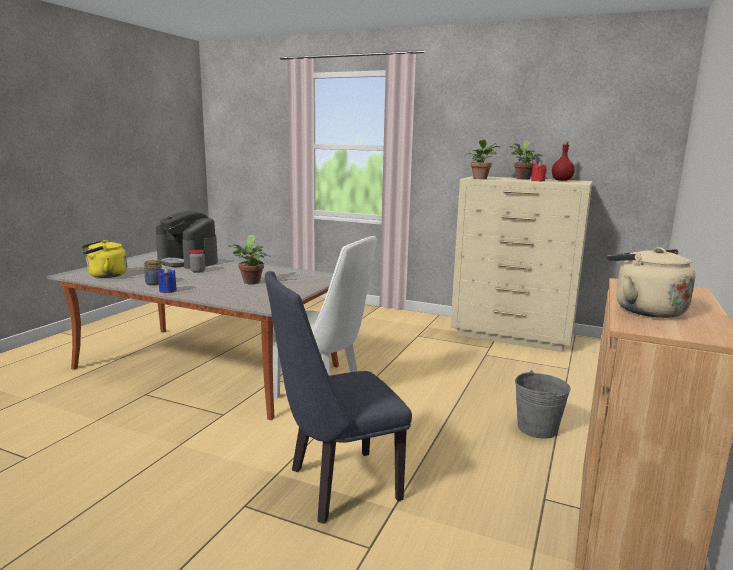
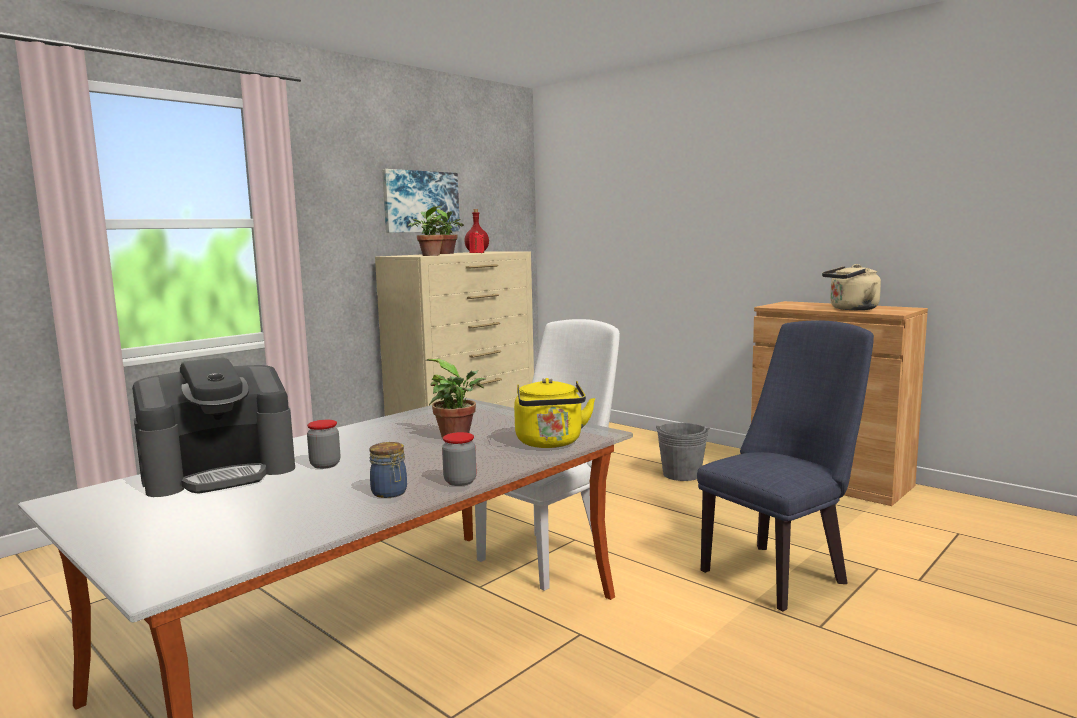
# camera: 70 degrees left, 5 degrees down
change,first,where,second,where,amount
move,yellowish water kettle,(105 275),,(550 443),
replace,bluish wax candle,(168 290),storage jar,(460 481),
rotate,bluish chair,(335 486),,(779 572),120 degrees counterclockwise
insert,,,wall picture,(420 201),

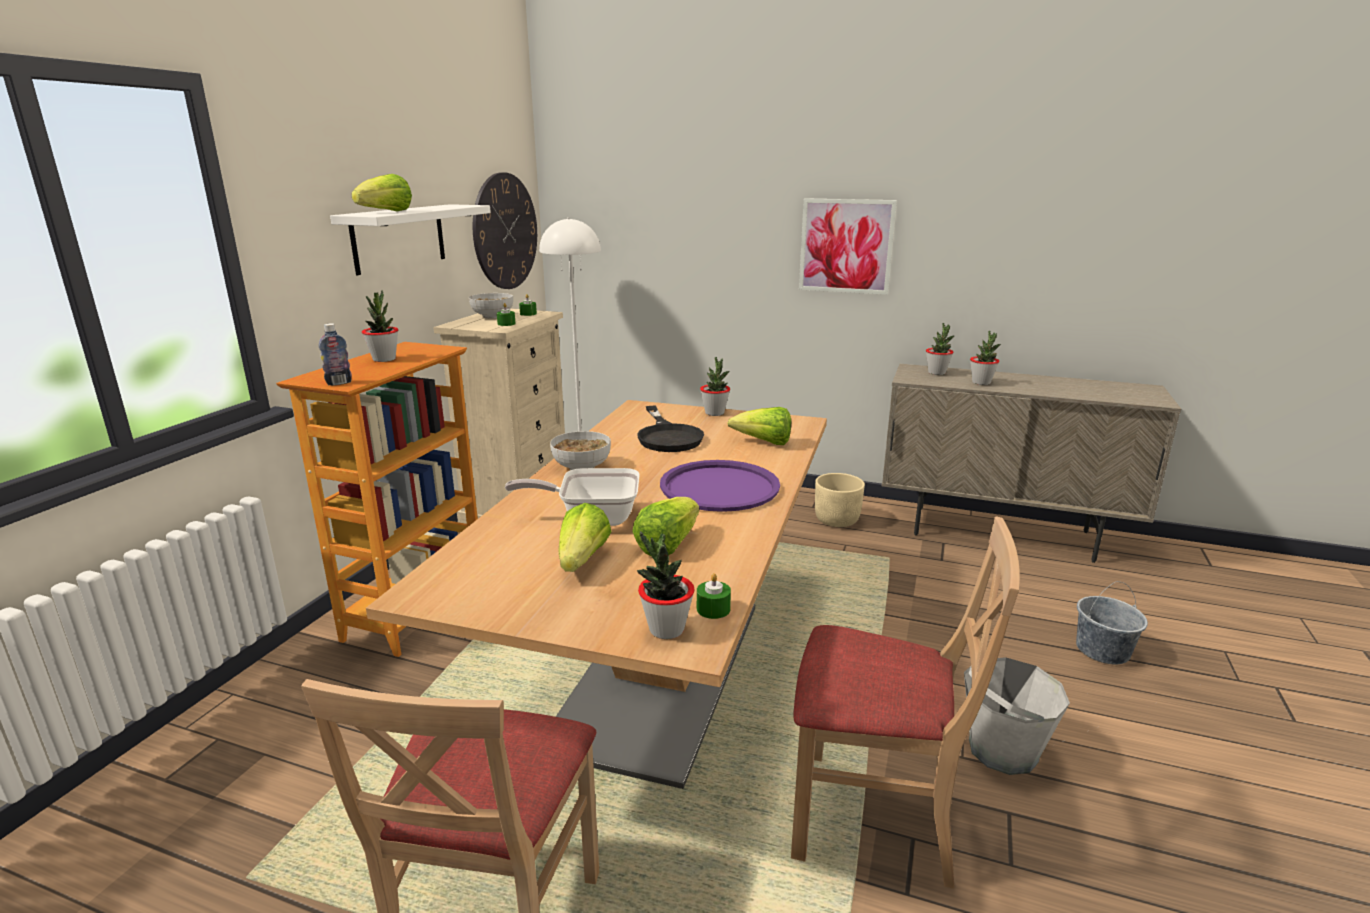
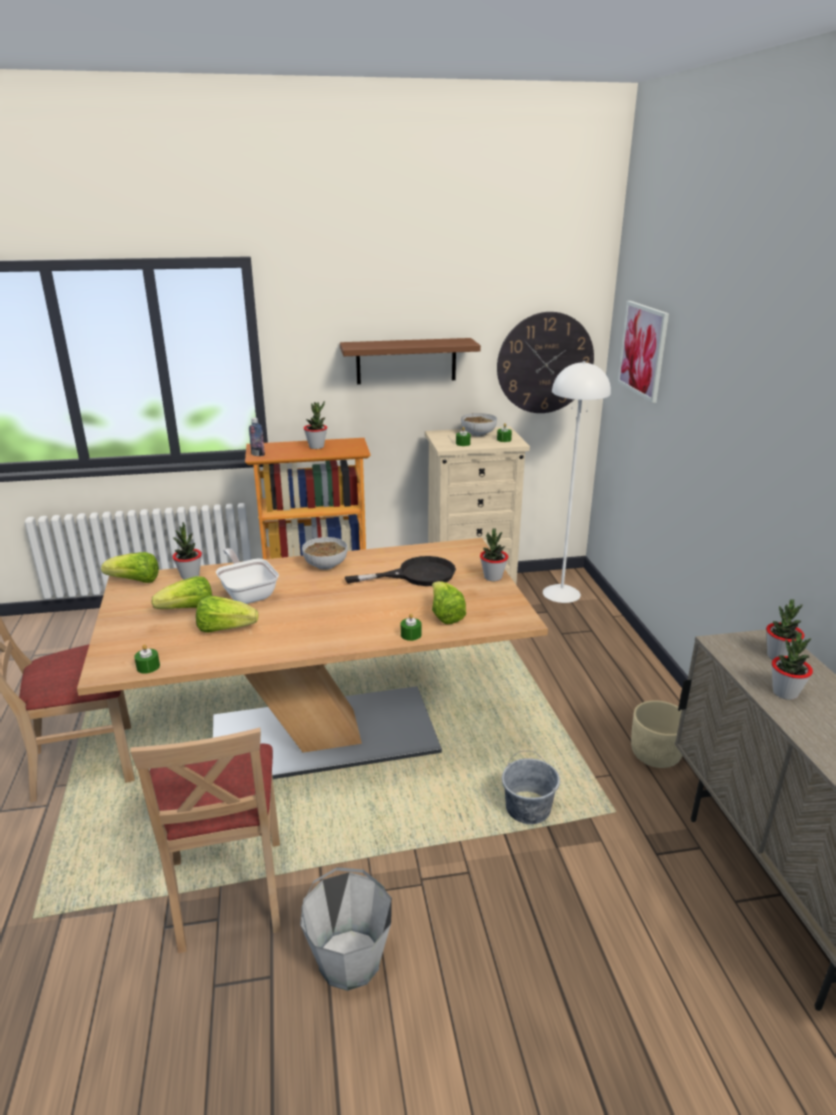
# camera: 60 degrees right, 5 degrees up
change,first,where,second,where,amount
move,lettuce head,(386 212),,(135 581),
move,wall picture,(846 246),,(643 350),
recolor,white wall shelf,(399 238),brown wall shelf,(406 361),
rotate,blackish skillet,(668 436),,(416 575),150 degrees counterclockwise
delete,purplish serving tray,(719 487),,,
move,plant in a pot,(666 629),,(190 576),
move,gray bucket,(1102 650),,(527 808),
insert,,,green-coloured wax candle,(411 635),

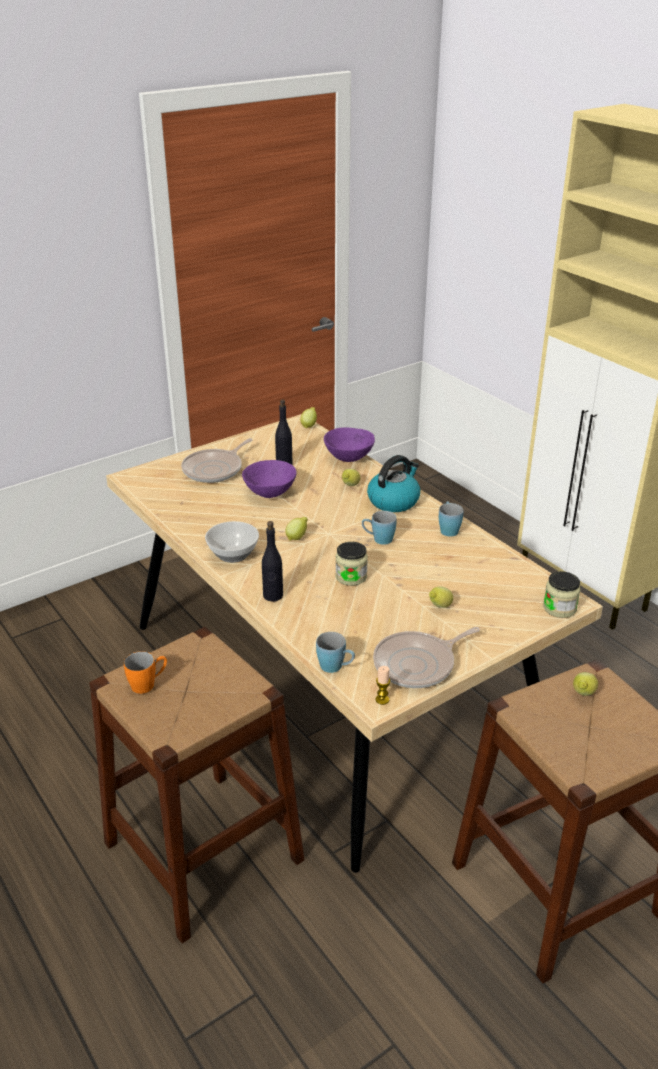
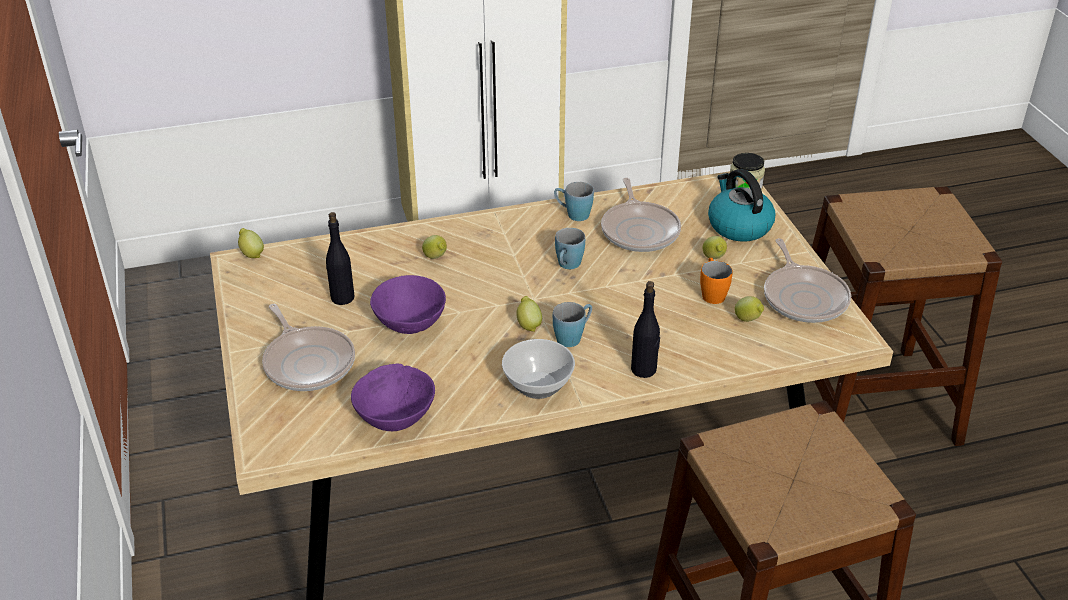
# camera: 70 degrees left, 5 degrees up
change,first,where,second,where,amount
move,purplish bowl,(348 459),,(396 420),
move,water kettle,(393 501),,(738 226),
delete,storage jar,(351 577),,,
move,bluish tea mug,(336 667),,(573 336),
move,orange-coloured tea mug,(148 684),,(712 293),
delete,wax candle,(382 699),,,
move,citrus fruit,(583 694),,(748 320),
insert,,,skillet,(639 230),

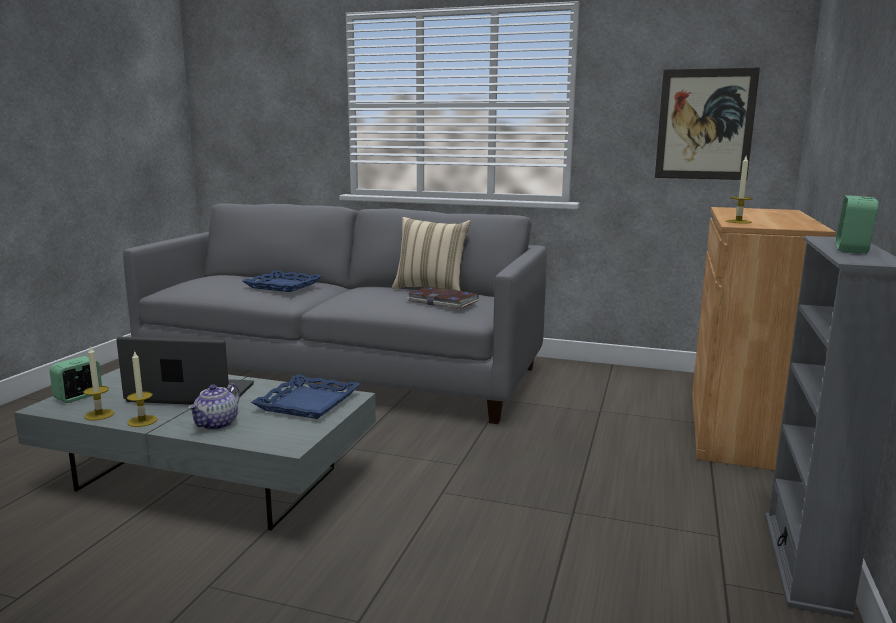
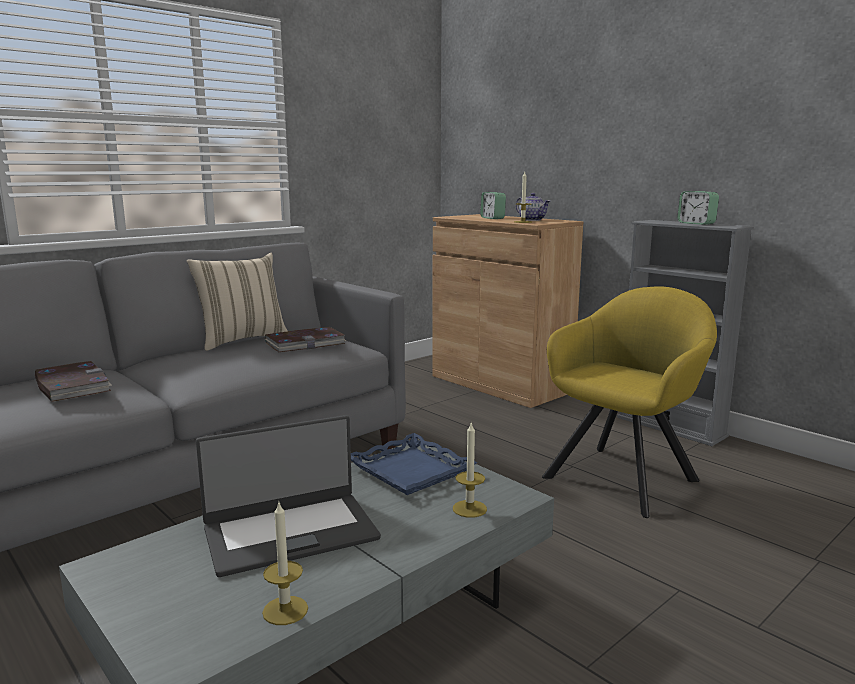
# camera: 60 degrees left, 0 degrees up
change,first,where,second,where,amount
delete,wall picture,(705 124),,,
replace,bluish serving tray,(282 286),book,(72 385),
rotate,notebook computer,(190 394),,(290 532),150 degrees counterclockwise
move,wax candle,(142 421),,(469 509),
move,bedside clock,(78 397),,(492 218),
move,tea pot,(217 424),,(532 220),
insert,,,yellowish lounge chair,(625 476),

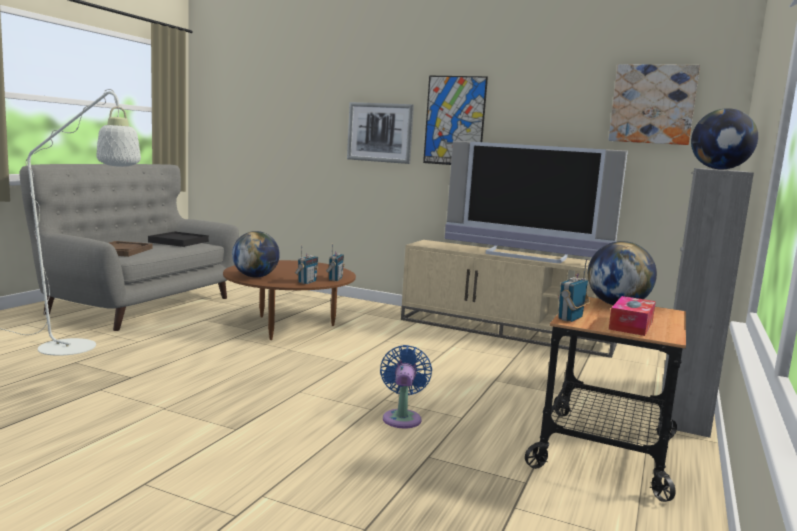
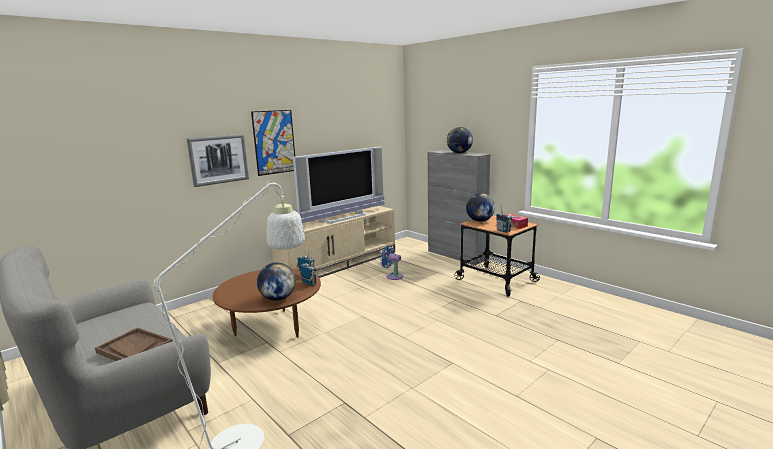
# camera: 65 degrees left, 5 degrees up
change,first,where,second,where,amount
delete,wall picture,(652 104),,,
delete,blackish serving tray,(178 242),,,
move,bluish electric fan,(402 417),,(392 276),

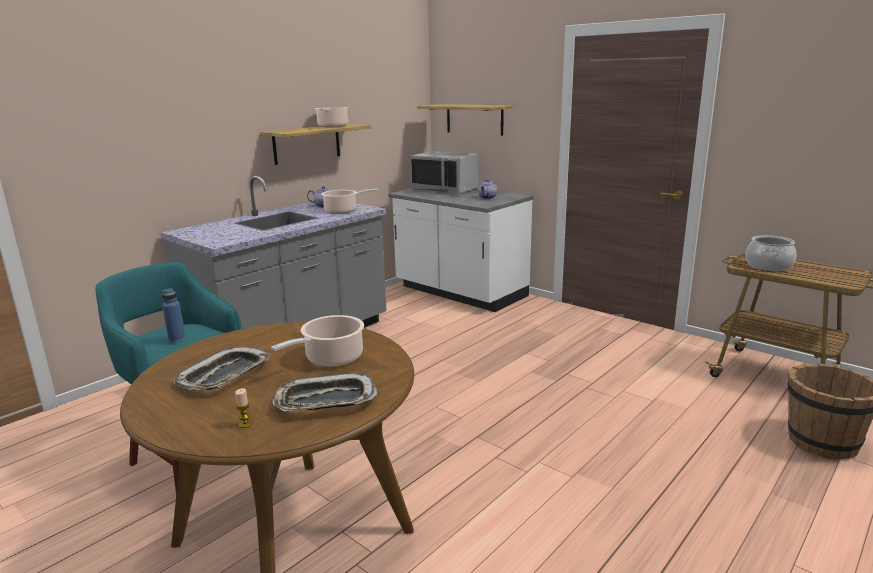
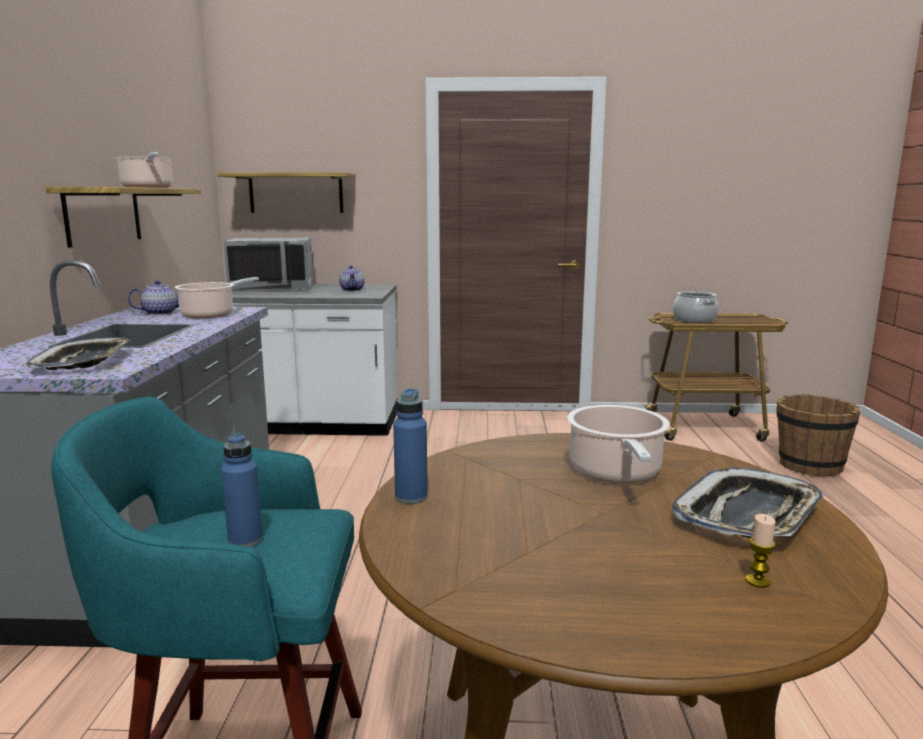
# camera: 40 degrees left, 5 degrees down
change,first,where,second,where,amount
move,serving tray,(225 375),,(84 361),
insert,,,bluish drink bottle,(411 497),

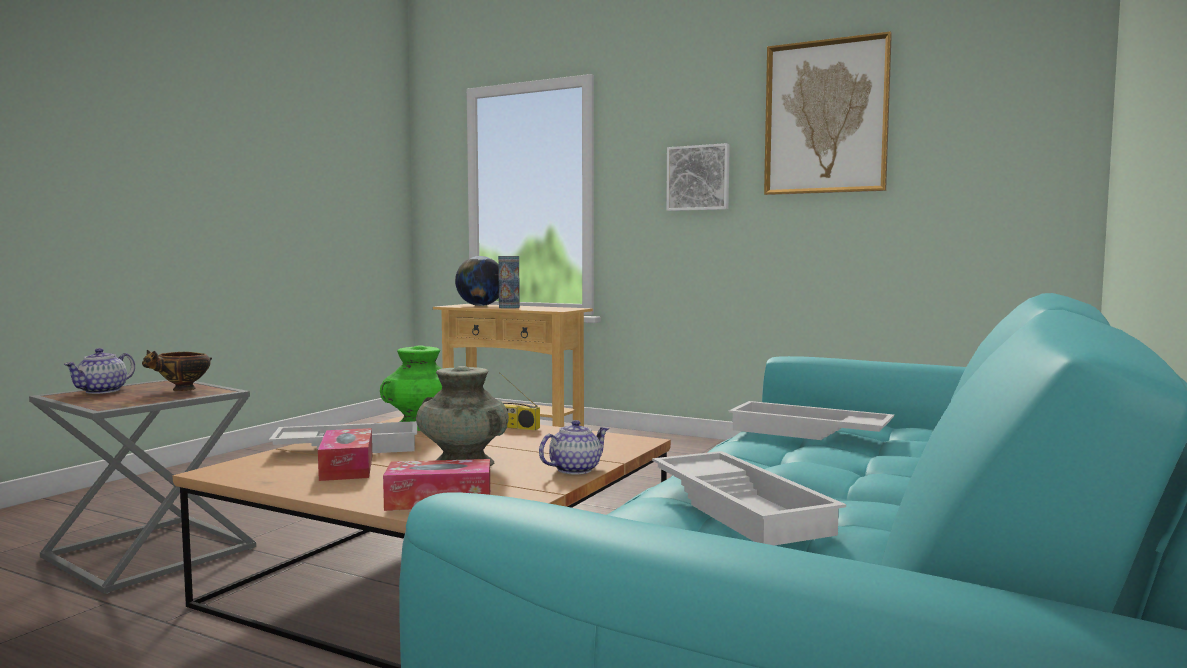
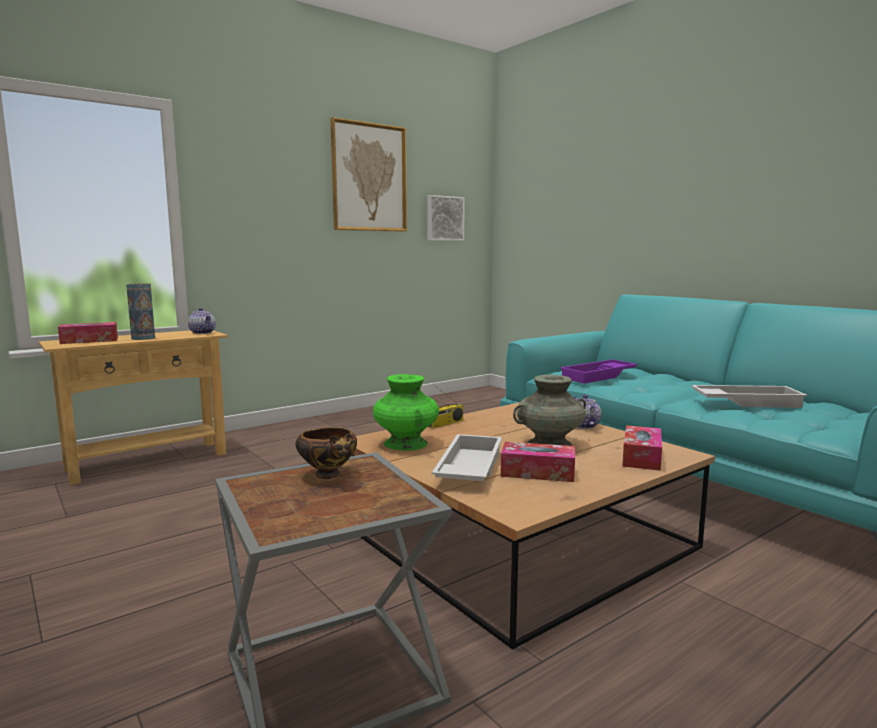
# camera: 65 degrees left, 5 degrees up
change,first,where,second,where,amount
move,wall picture,(698 178),,(444 218),
replace,globe,(480 305),tissue box,(89 340),
move,tea pot,(102 391),,(203 332),
recolor,white serving tray,(807 433),purplish serving tray,(599 376),

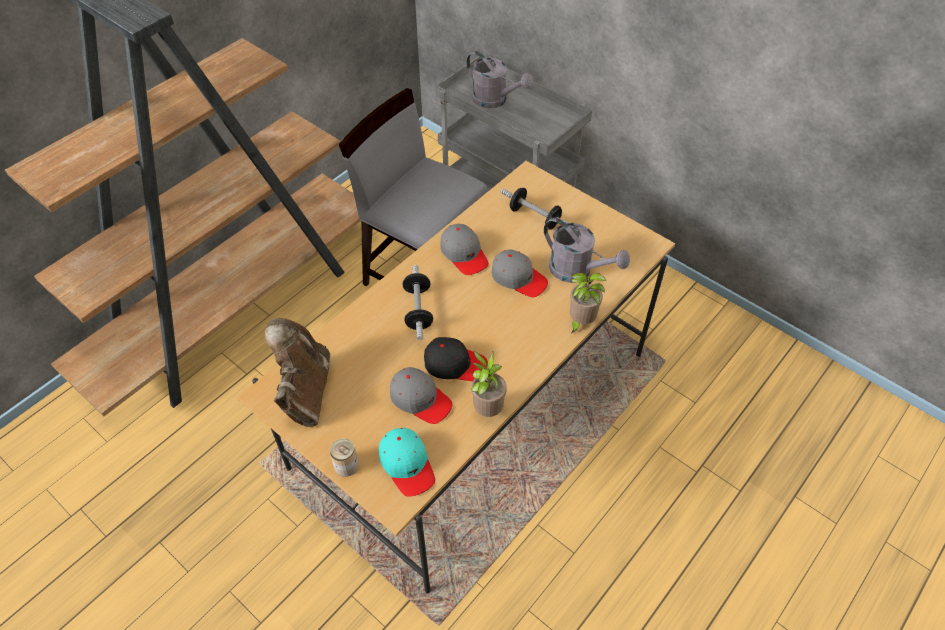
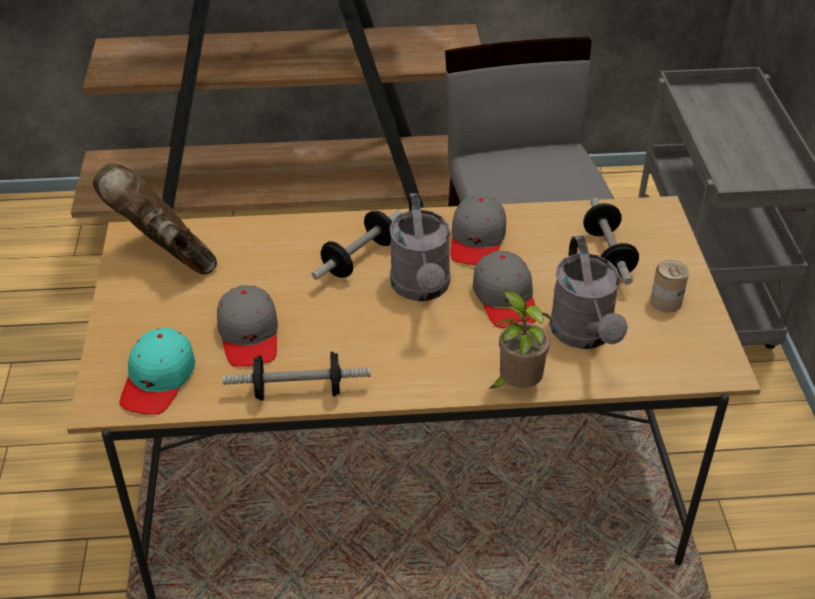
# camera: 45 degrees right, 10 degrees down
change,first,where,second,where,amount
move,gray watering pot,(495 100),,(422 289),
rotate,brown tall boot,(305 390),,(165 255),90 degrees counterclockwise
delete,blackish baseball cap,(455 364),,,
replace,plant in a pot,(487 409),dumbbell,(298 391),
move,can,(346 465),,(666 301),

